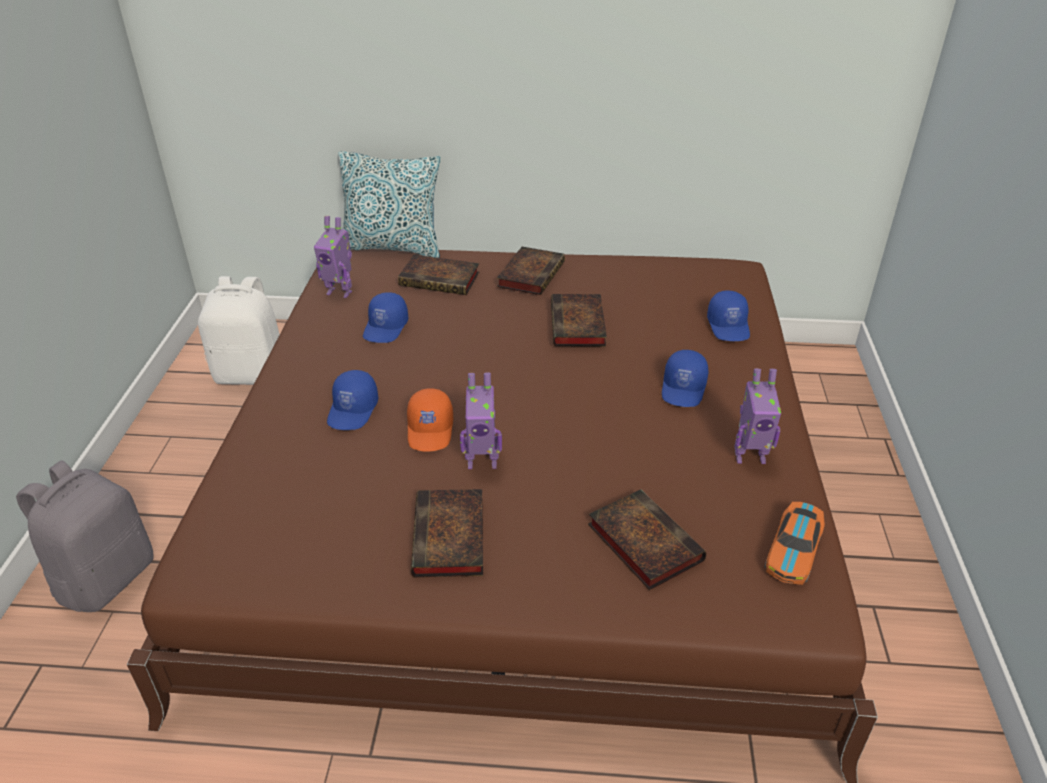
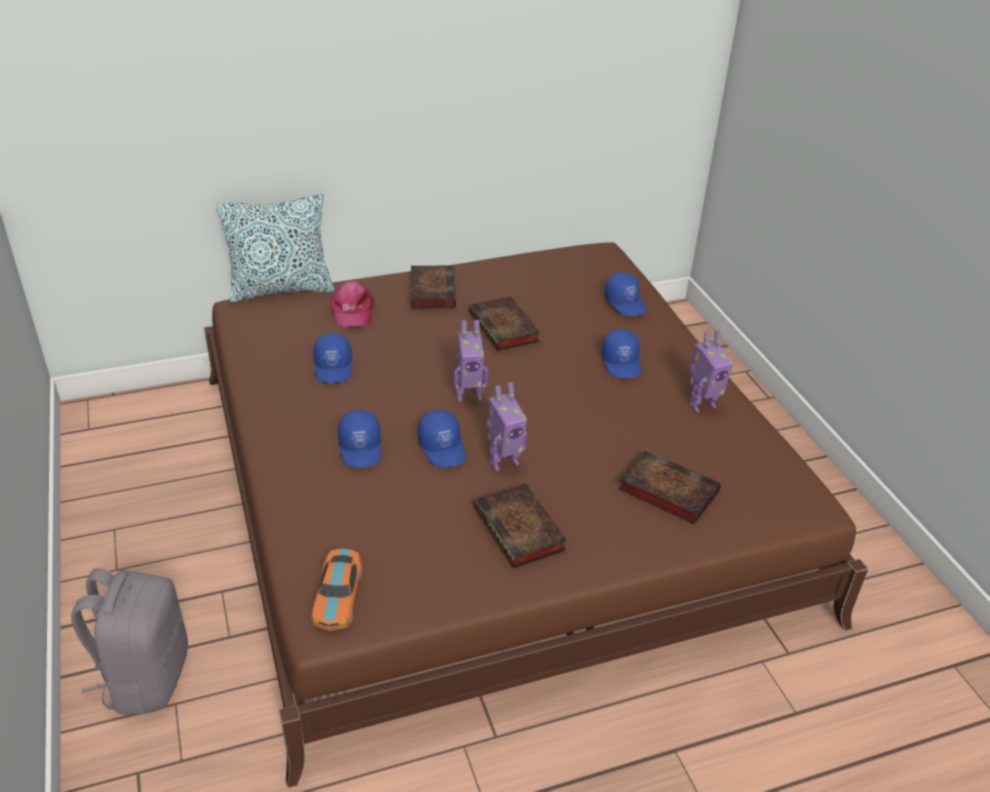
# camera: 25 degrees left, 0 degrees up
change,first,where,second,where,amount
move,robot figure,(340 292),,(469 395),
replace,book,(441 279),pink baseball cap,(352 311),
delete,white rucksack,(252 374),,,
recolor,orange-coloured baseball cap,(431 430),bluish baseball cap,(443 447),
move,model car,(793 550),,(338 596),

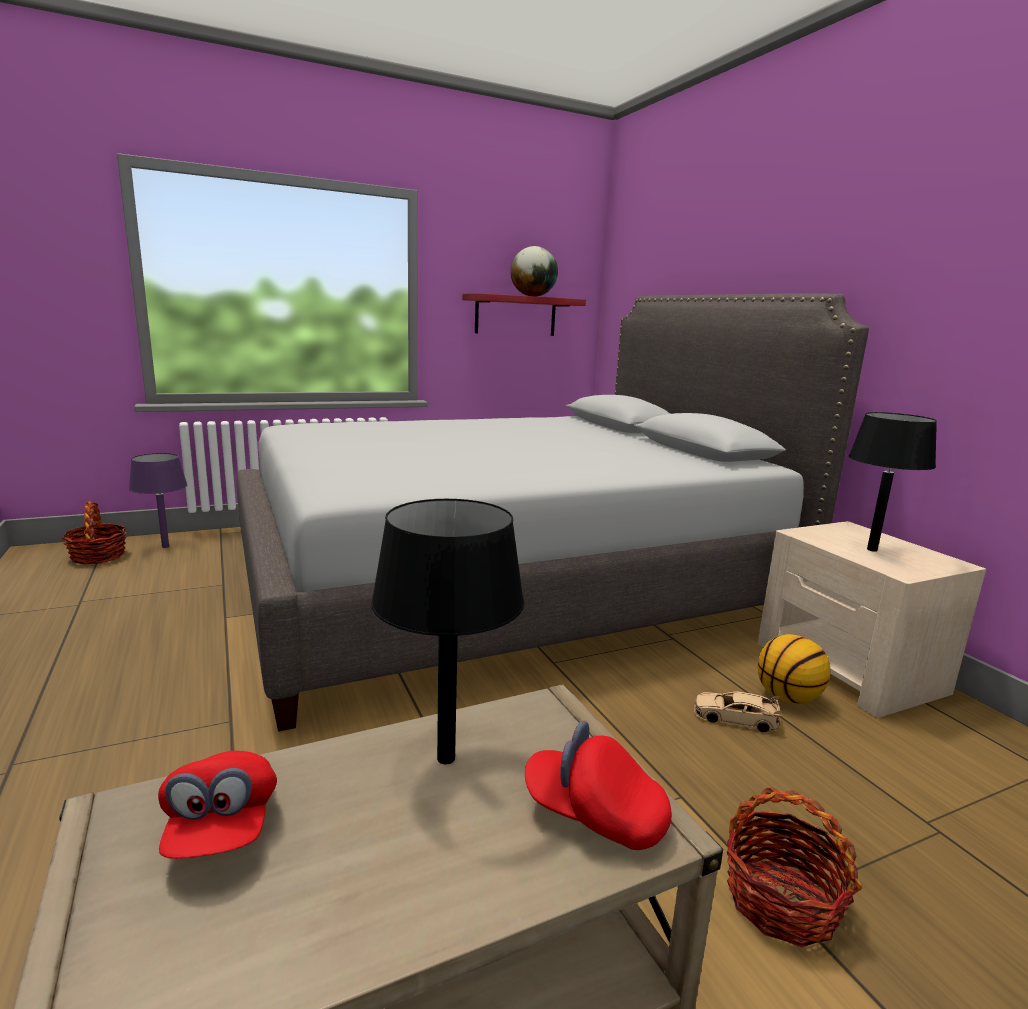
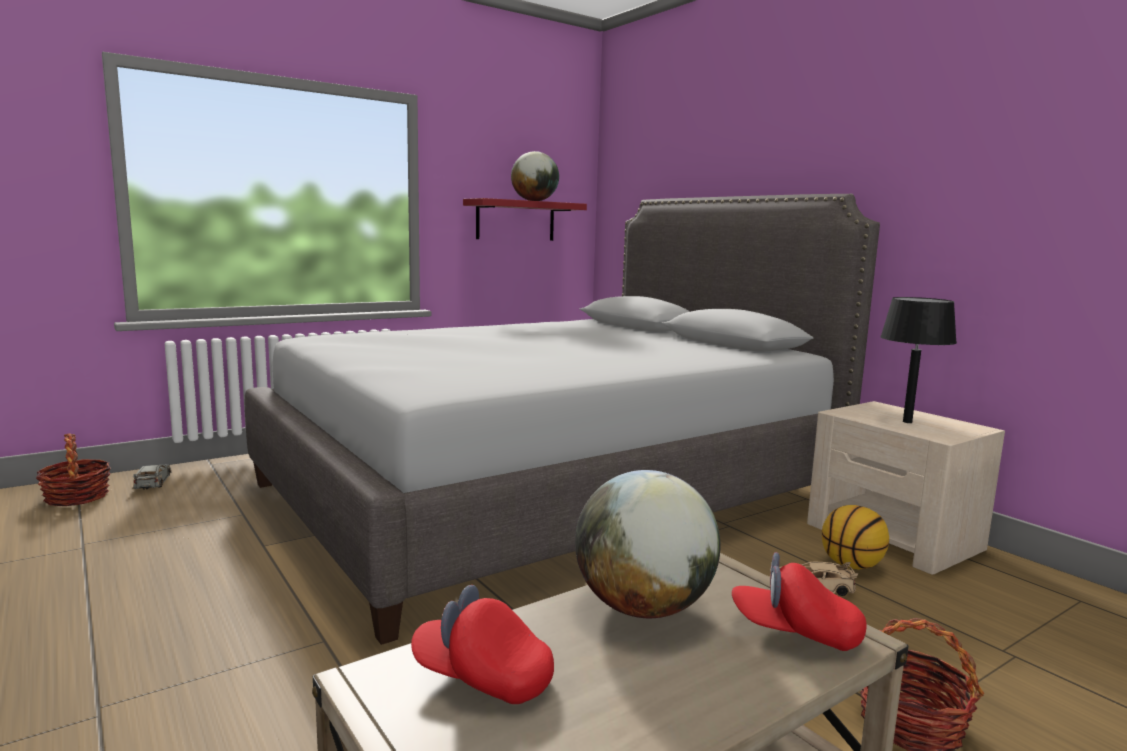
# camera: 10 degrees left, 5 degrees down
change,first,where,second,where,amount
replace,purplish table lamp,(165 546),gray model car,(153 482),
replace,blackish table lamp,(446 758),globe,(643 608),
rotate,red-coloured baseball cap,(222 827),,(482 678),135 degrees clockwise

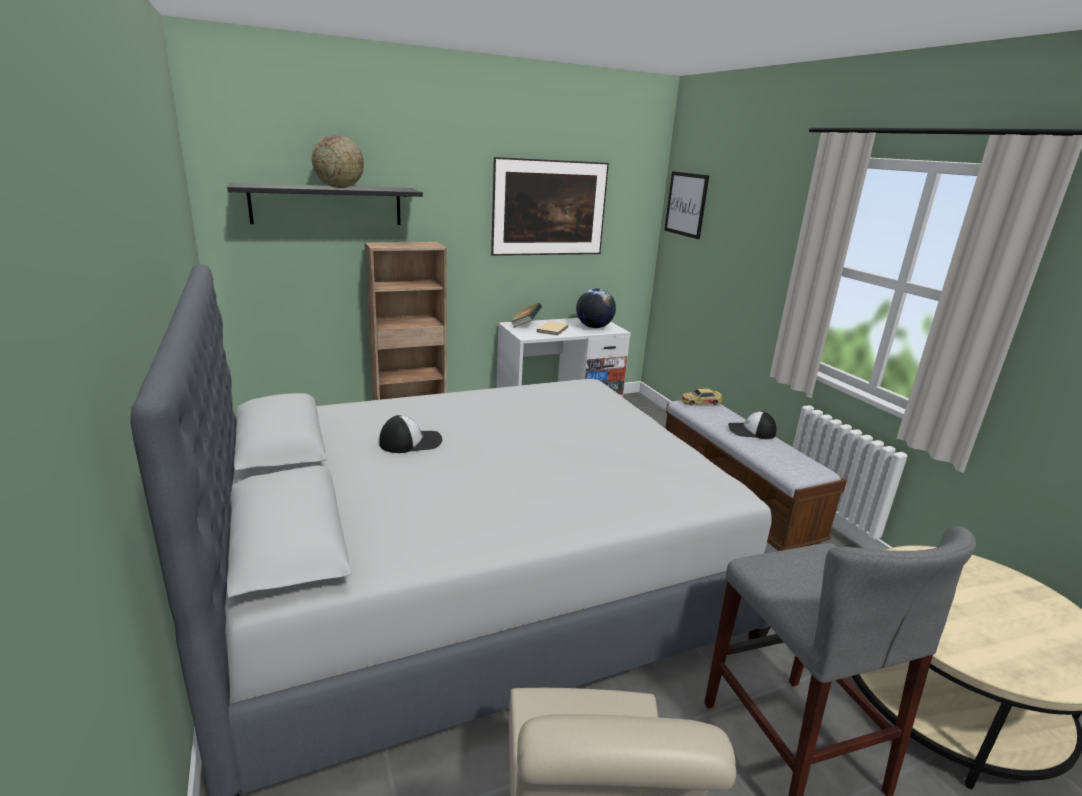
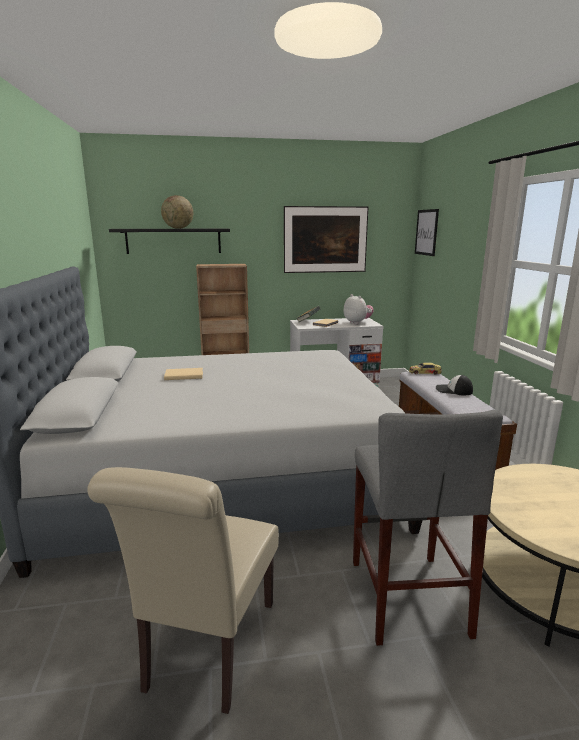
# camera: 15 degrees right, 5 degrees down
change,first,where,second,where,amount
replace,globe,(594 327),plush toy,(357 323),
replace,baseball cap,(411 442),beige book,(183 375),

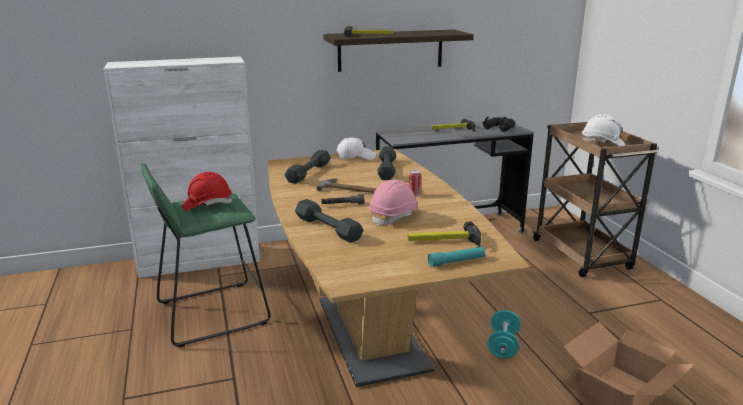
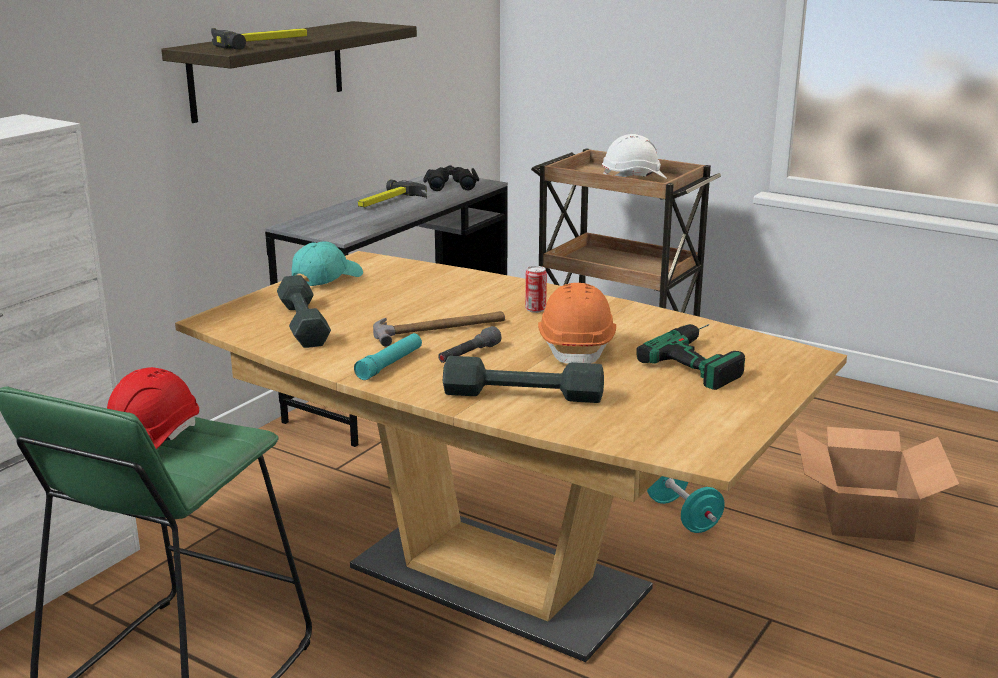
# camera: 40 degrees left, 0 degrees up
change,first,where,second,where,amount
recolor,white baseball cap,(356 157),blue-green baseball cap,(326 278),
delete,gray dumbbell,(387 169),,,
recolor,pink safety helmet,(395 216),orange-coloured safety helmet,(577 347),
replace,hammer,(444 242),power drill,(705 359),
move,blue-green torch,(456 261),,(390 364),

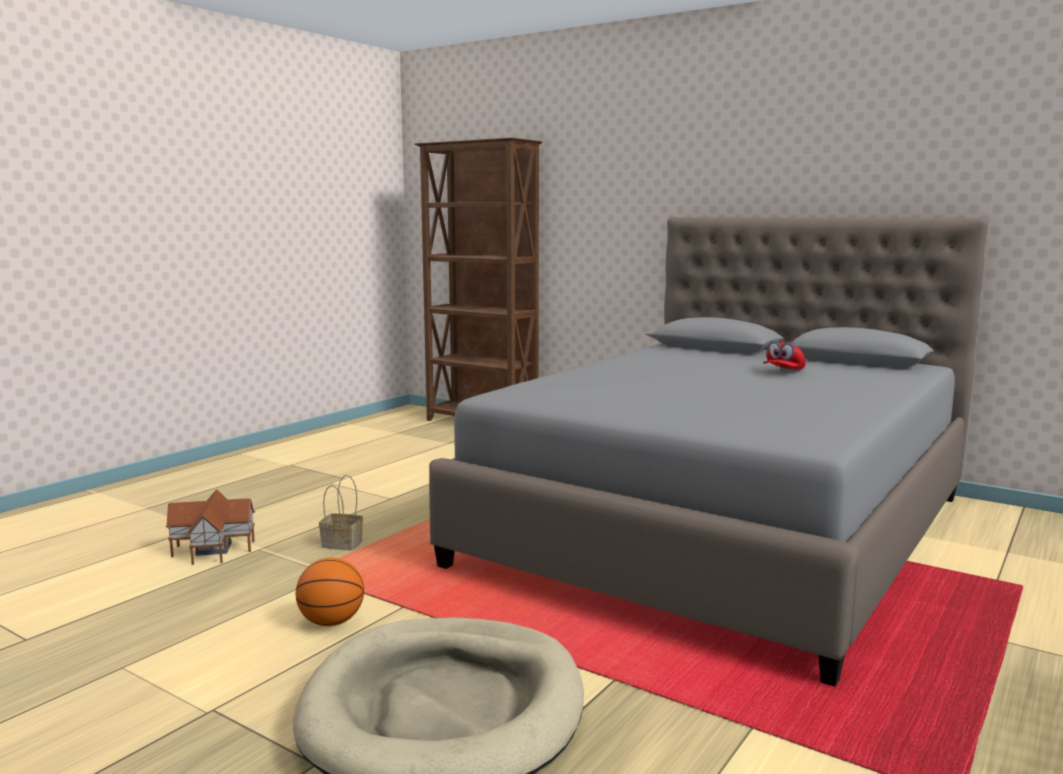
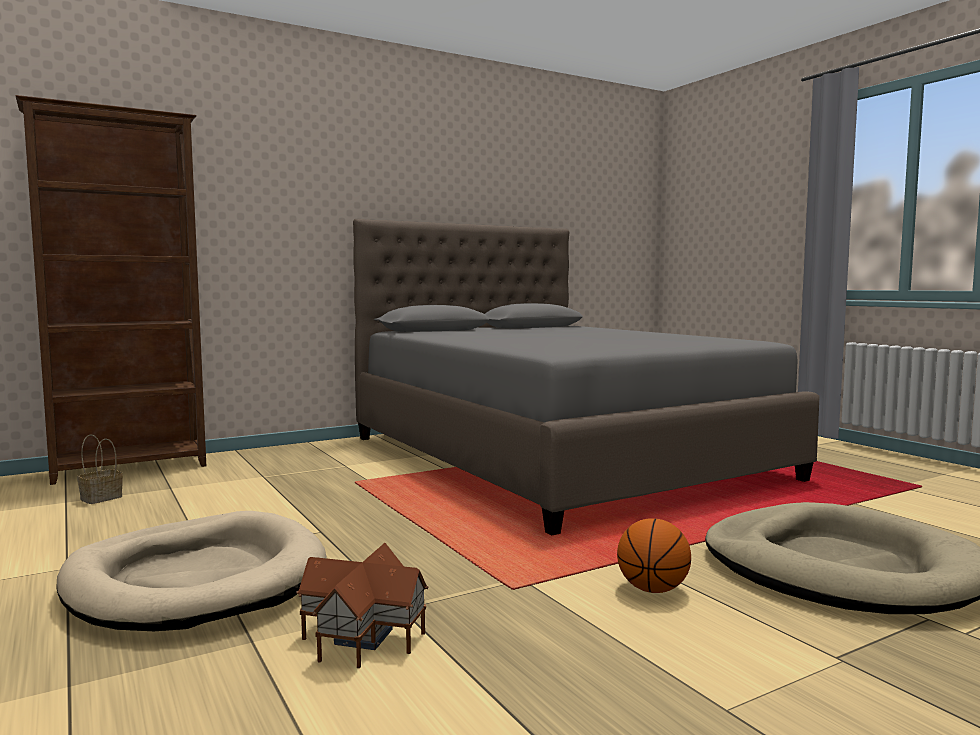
# camera: 65 degrees left, 5 degrees down
change,first,where,second,where,amount
delete,red-coloured baseball cap,(783 372),,,
move,storage basket,(343 544),,(102 498),
insert,,,beige dog bed,(196 580),

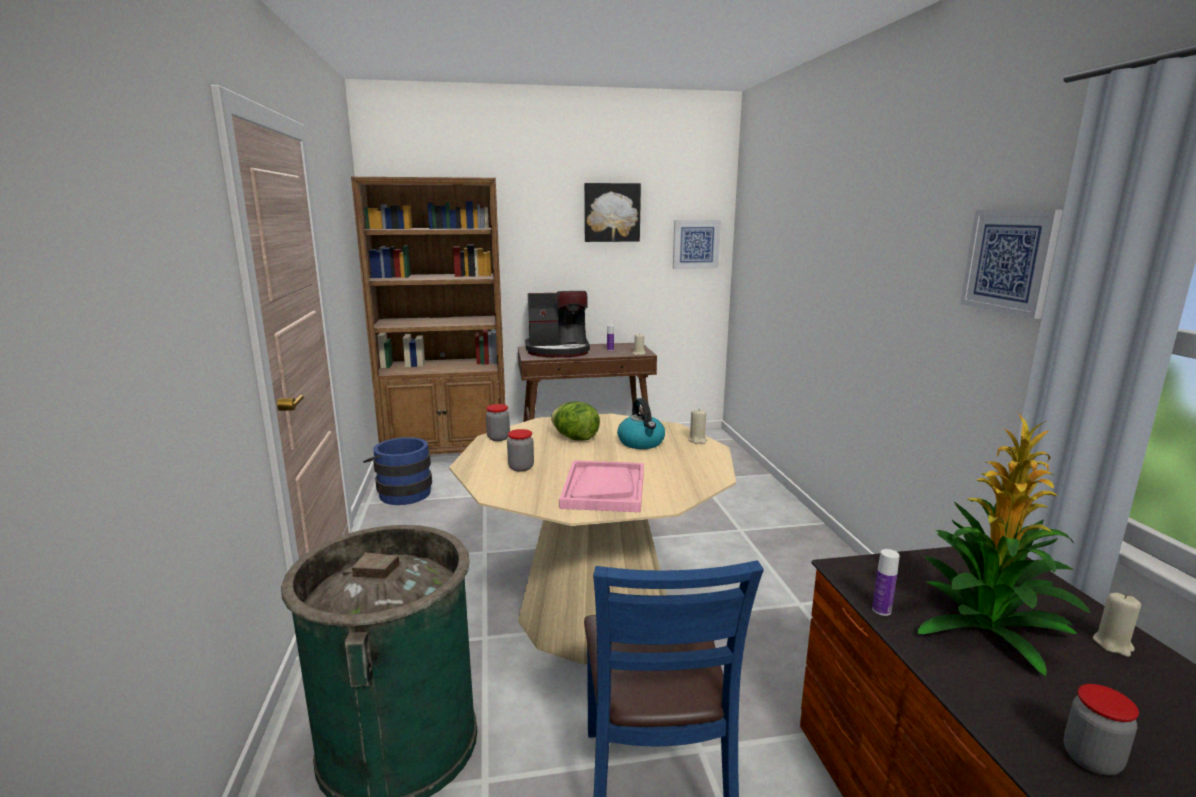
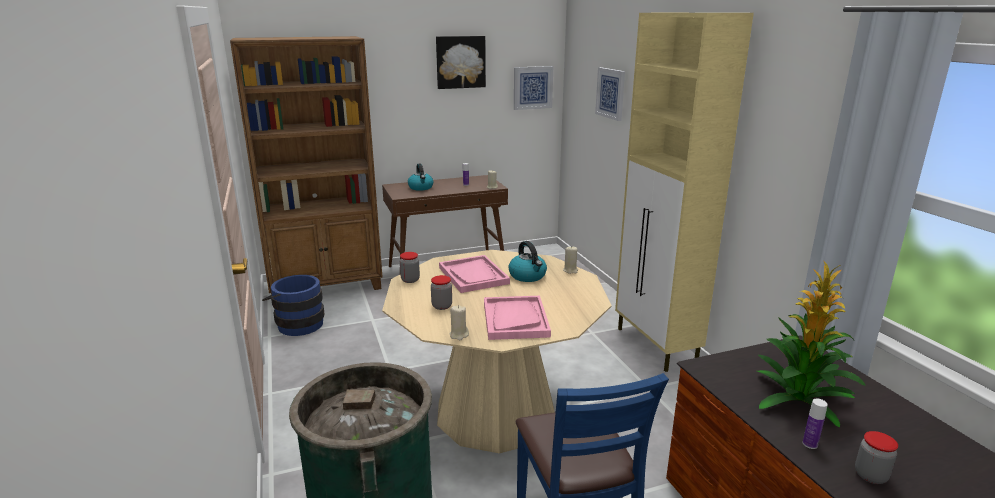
# camera: 10 degrees left, 5 degrees up
change,first,where,second,where,amount
move,wall picture,(1010 261),,(611 93),
replace,coffee machine,(558 351),water kettle,(421 188),
replace,lettuce head,(575 438),pink serving tray,(473 275),
move,drink bottle,(881 610),,(810 444),
move,beige wax candle,(1113 644),,(459 335),
insert,,,beige cabinet,(656 346),

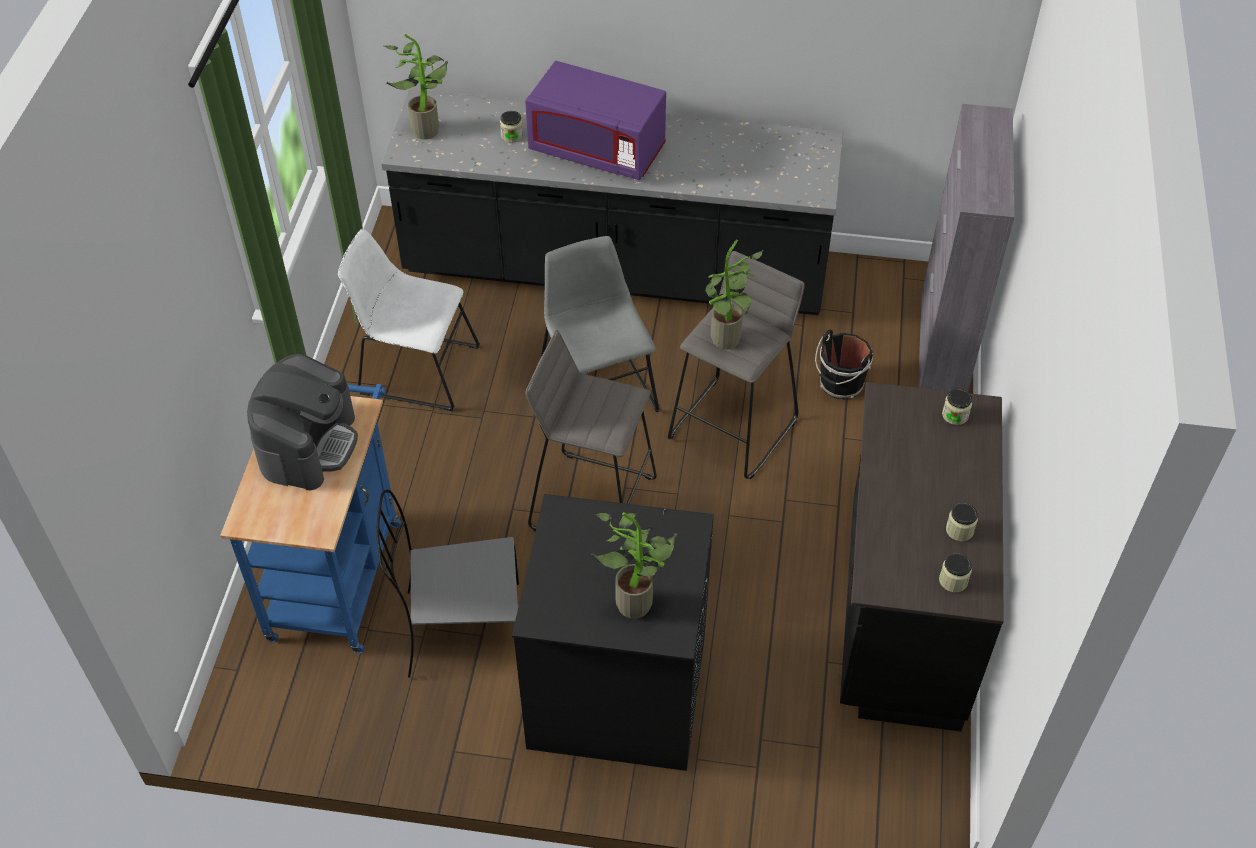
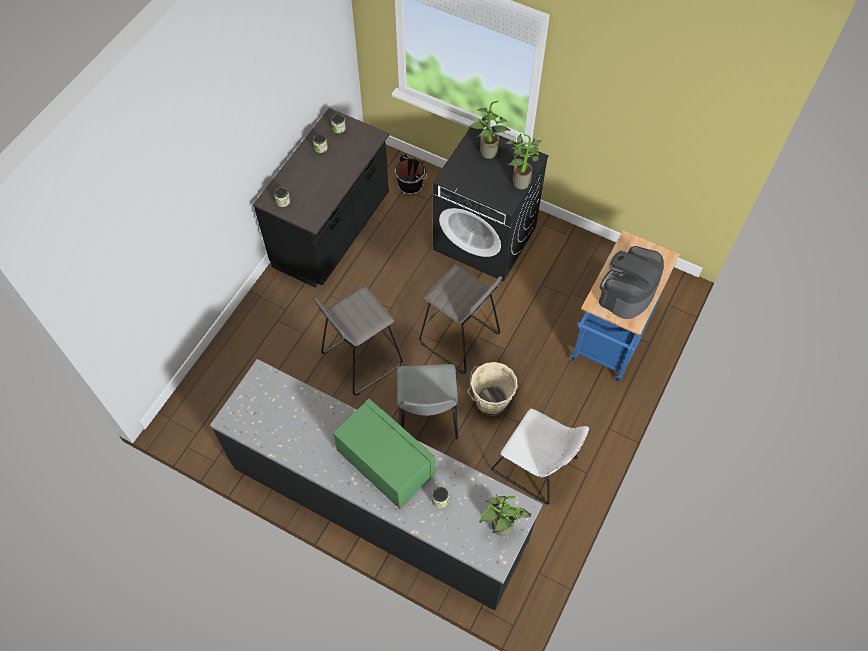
# camera: 160 degrees left, 10 degrees up
change,first,where,second,where,amount
recolor,purplish microwave,(597 150),green-coloured microwave,(385 463),
delete,gray cabinet,(942 347),,,
move,plant in a pot,(727 342),,(520 180),
move,blackish bucket,(840 385),,(411 185),
delete,gray chair,(460 630),,,
insert,,,beige bucket,(490 402),

